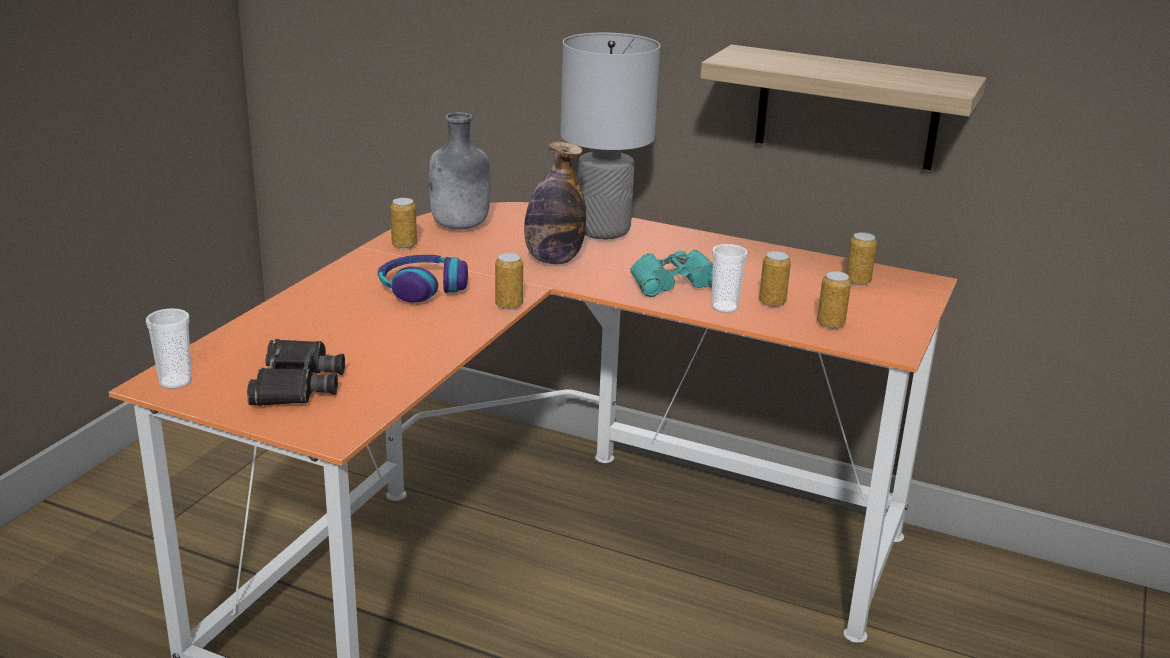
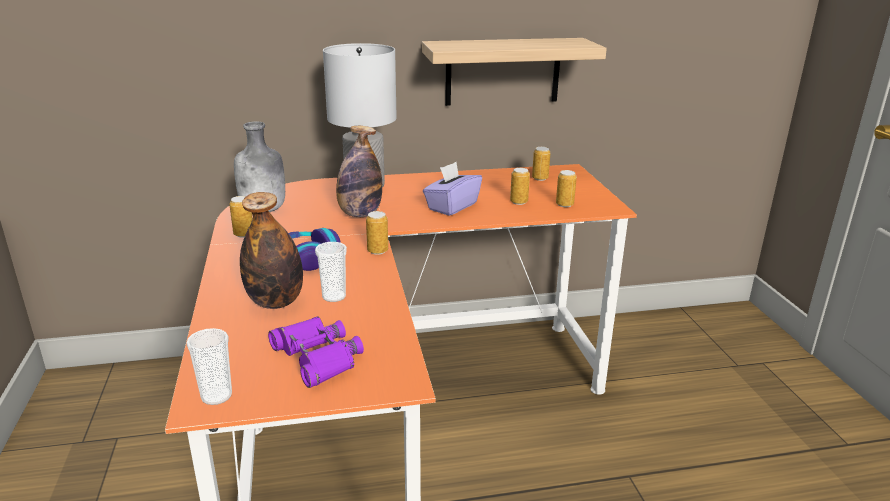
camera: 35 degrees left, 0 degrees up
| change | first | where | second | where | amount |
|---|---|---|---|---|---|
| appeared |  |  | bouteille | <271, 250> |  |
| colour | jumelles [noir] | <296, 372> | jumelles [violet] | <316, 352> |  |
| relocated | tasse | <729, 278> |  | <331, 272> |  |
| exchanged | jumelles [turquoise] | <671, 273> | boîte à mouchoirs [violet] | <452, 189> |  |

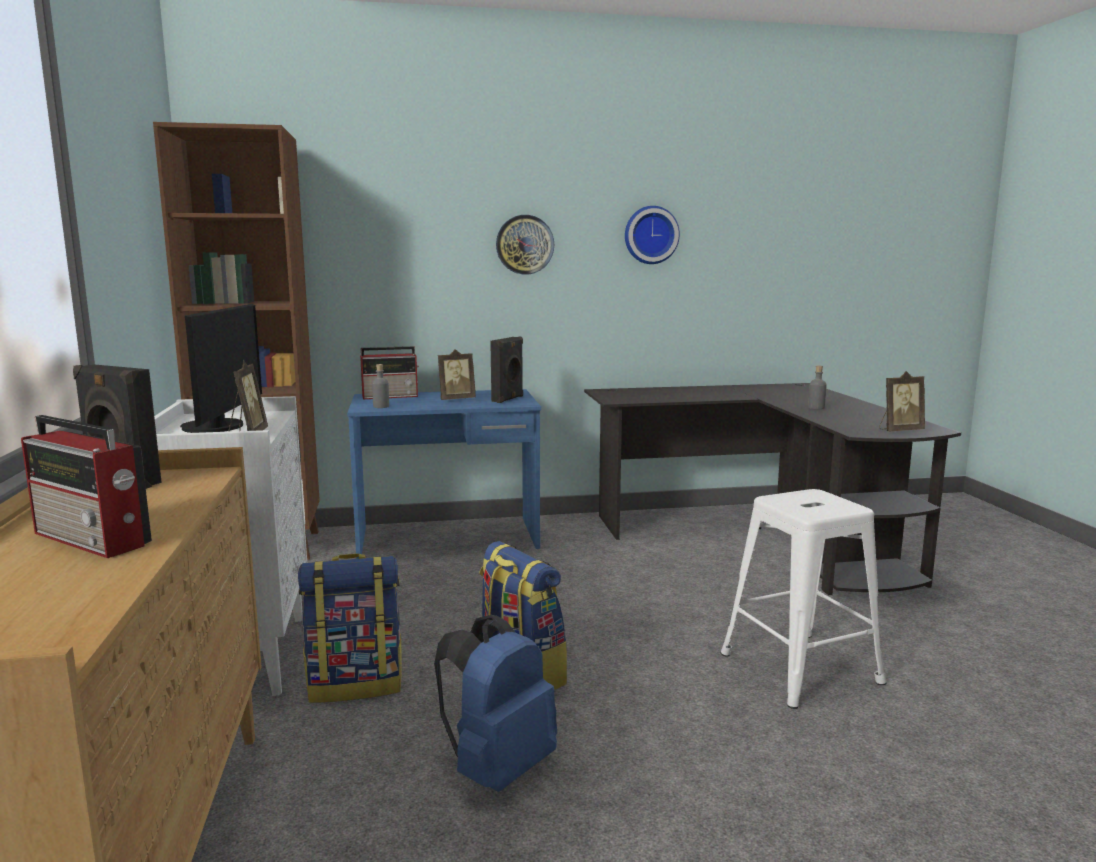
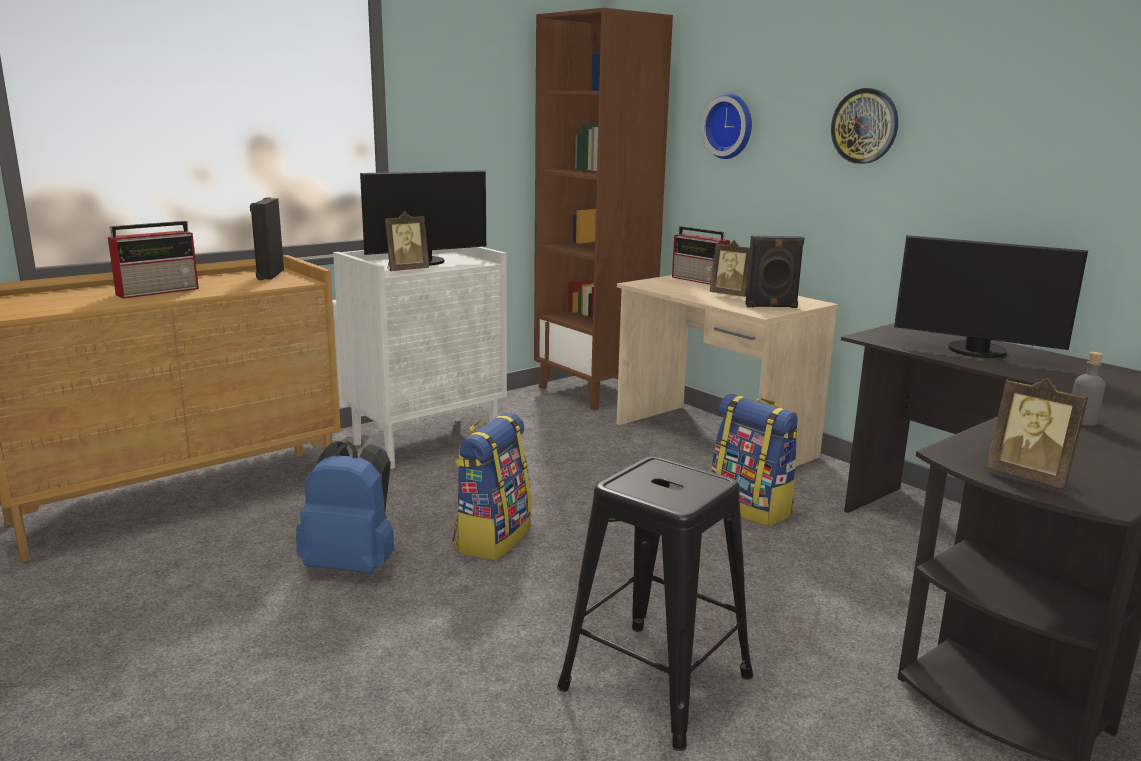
camera: 60 degrees right, 5 degrees up
| change | first | where | second | where | amount |
|---|---|---|---|---|---|
| spun | radio | <86, 486> |  | <153, 260> | 135 degrees counterclockwise |
| colour | tabouret [blanc] | <803, 599> | tabouret [noir] | <655, 603> |  |
| colour | bureau [bleu] | <444, 474> | bureau [beige] | <727, 371> |  |
| relocated | horloge murale | <652, 235> |  | <726, 126> |  |
| relocated | sac à dos | <350, 628> |  | <755, 460> |  |
| appeared |  |  | écran d'ordinateur | <991, 296> |  |
| missing | bouteille [gris] | <380, 386> |  |  |  |

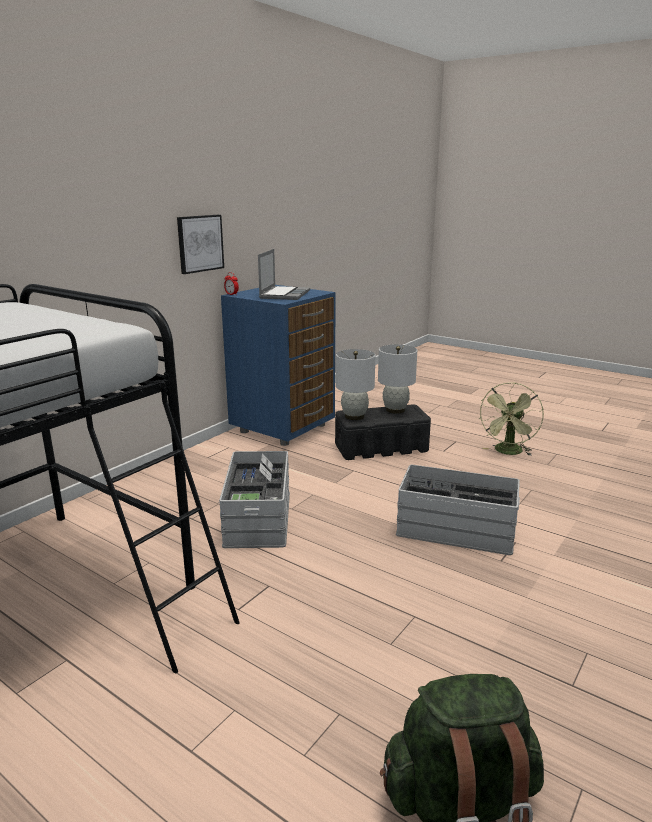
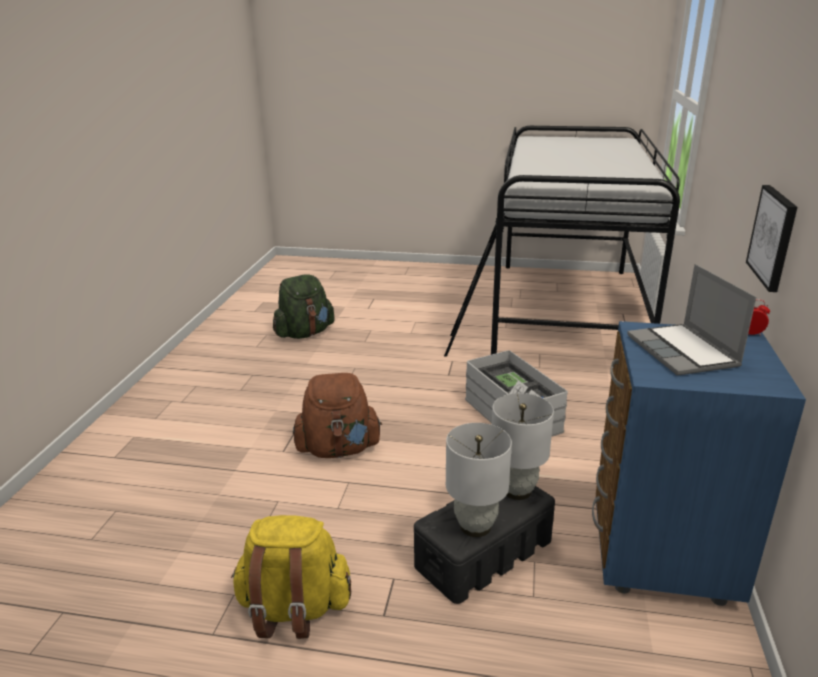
camera: 155 degrees right, 5 degrees up
| change | first | where | second | where | amount |
|---|---|---|---|---|---|
| exchanged | ventilateur [vert] | <511, 419> | sac à dos [jaune] | <291, 577> |  |
| exchanged | boîte de rangement [gris] | <458, 510> | sac à dos [marron] | <337, 415> |  |

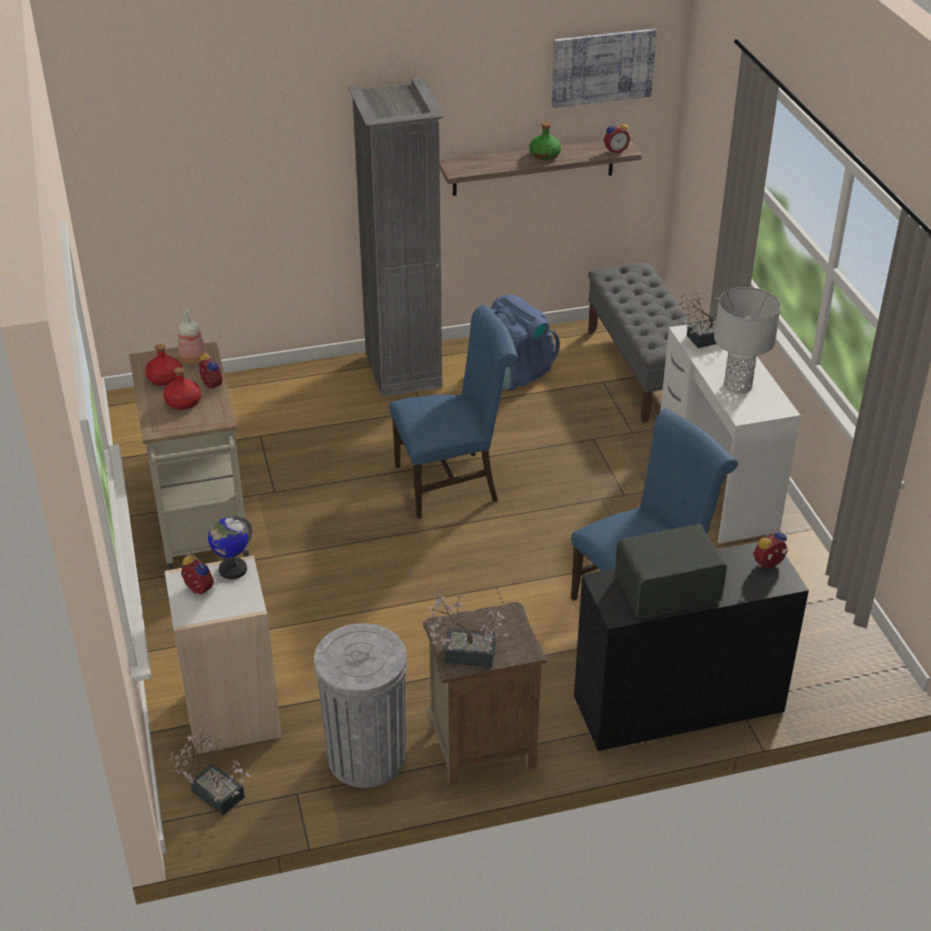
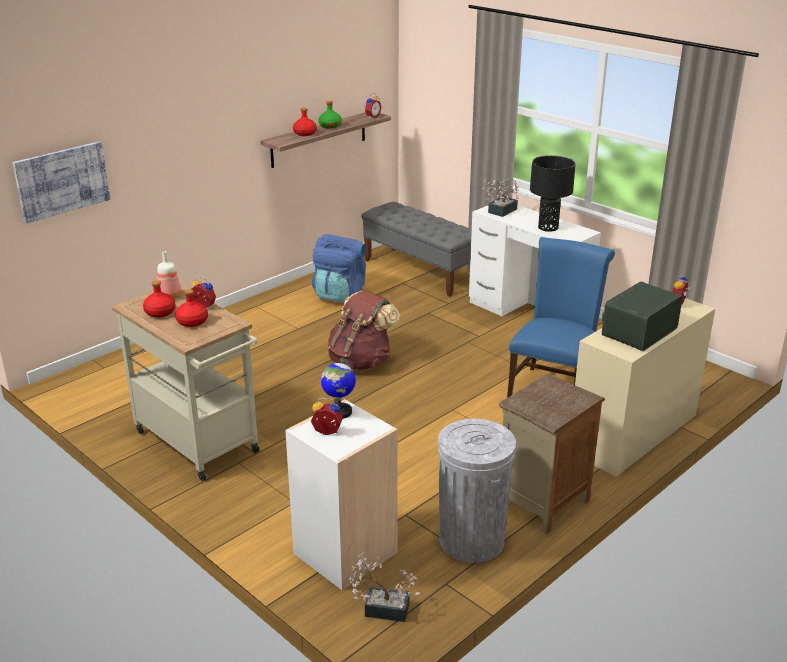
camera: 30 degrees left, 10 degrees down
| change | first | where | second | where | amount |
|---|---|---|---|---|---|
| relocated | tableau | <604, 68> |  | <61, 182> |  |
| appeared |  |  | bouteille [rouge] | <305, 122> |  |
| exchanged | chaise [bleu] | <453, 412> | sac à dos [marron] | <364, 330> |  |
| colour | lampe de table [blanc] | <747, 340> | lampe de table [noir] | <553, 193> |  |
| colour | bureau [noir] | <691, 646> | bureau [beige] | <645, 387> |  |
| missing | meuble de rangement [gris] | <396, 237> |  |  |  |
| missing | plante en pot | <466, 628> |  |  |  |

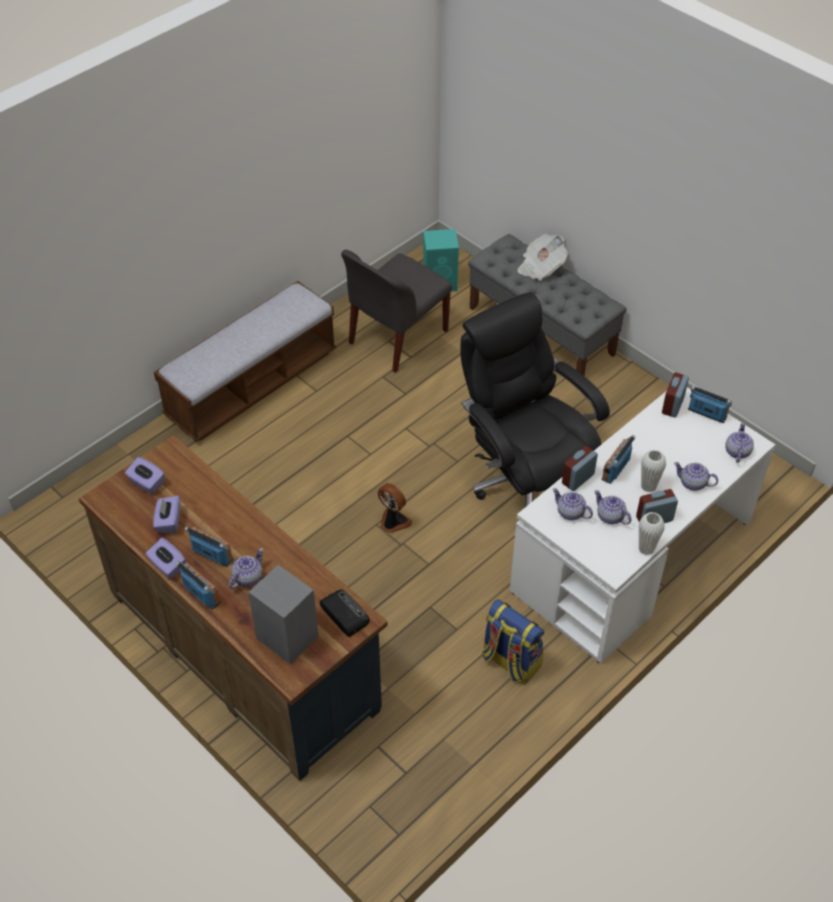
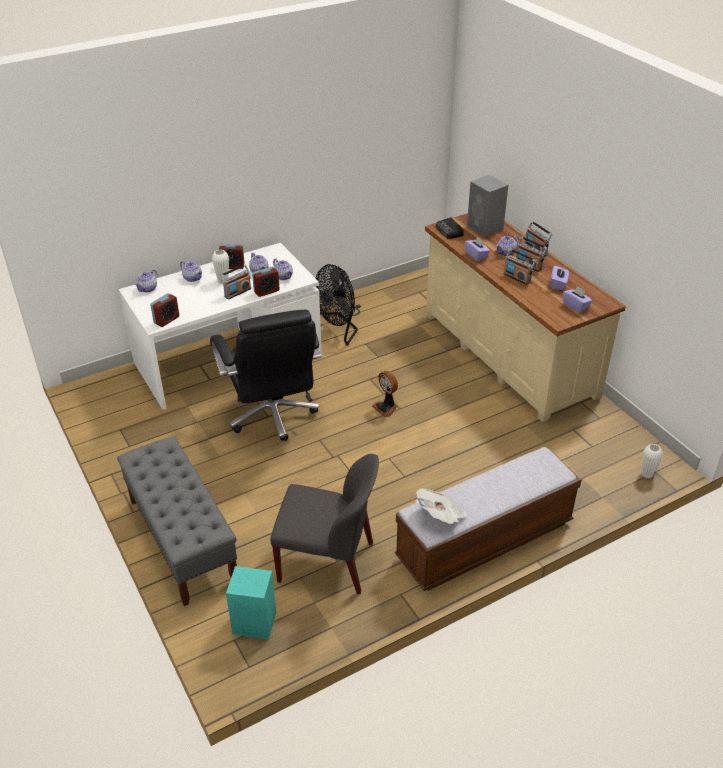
camera: 165 degrees left, 10 degrees down
| change | first | where | second | where | amount |
|---|---|---|---|---|---|
| spun | chaise [gris] | <396, 311> |  | <324, 524> | 45 degrees clockwise |
| exchanged | sac à dos | <513, 642> | ventilateur [noir] | <338, 305> |  |
| relocated | journal | <542, 257> |  | <441, 506> |  |
| colour | commode [bleu] | <233, 608> | commode [beige] | <525, 317> |  |
| relocated | boîte à mouchoirs [violet] | <166, 558> |  | <477, 248> |  |
| relocated | radio | <710, 404> |  | <520, 267> |  |
| relocated | vase [blanc] | <652, 533> |  | <652, 461> |  |

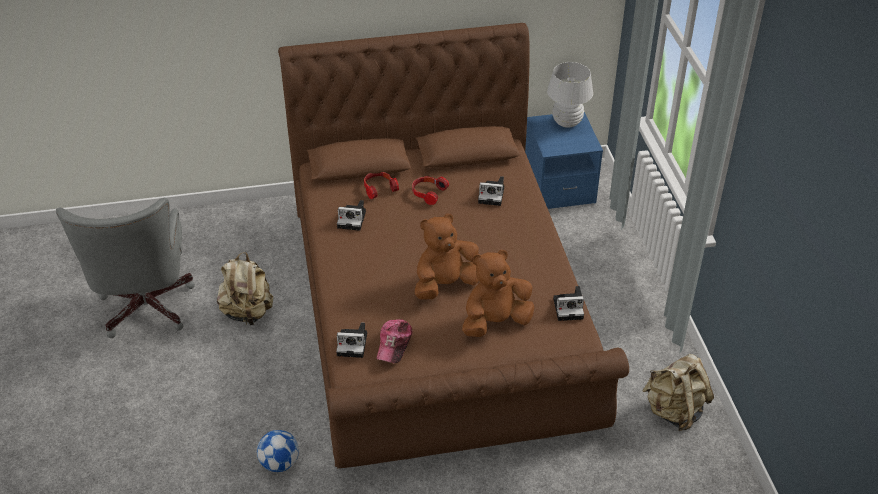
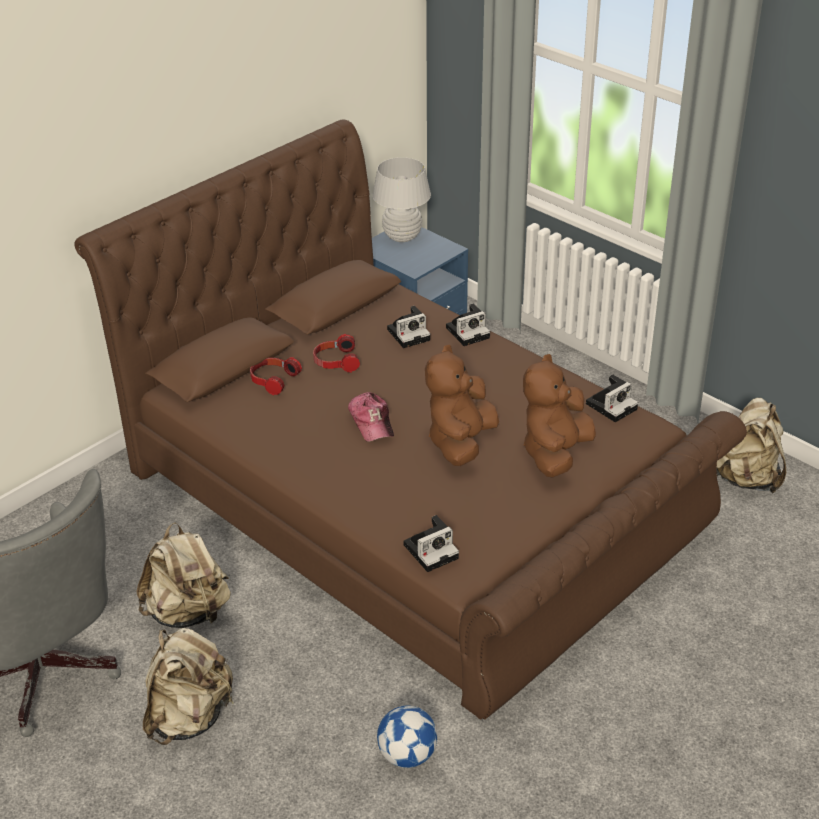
camera: 35 degrees left, 5 degrees down
| change | first | where | second | where | amount |
|---|---|---|---|---|---|
| appeared |  |  | sac à dos [beige] | <188, 686> |  |
| relocated | casquette | <394, 341> |  | <371, 417> |  |
| relocated | appareil photo | <351, 215> |  | <468, 325> |  |

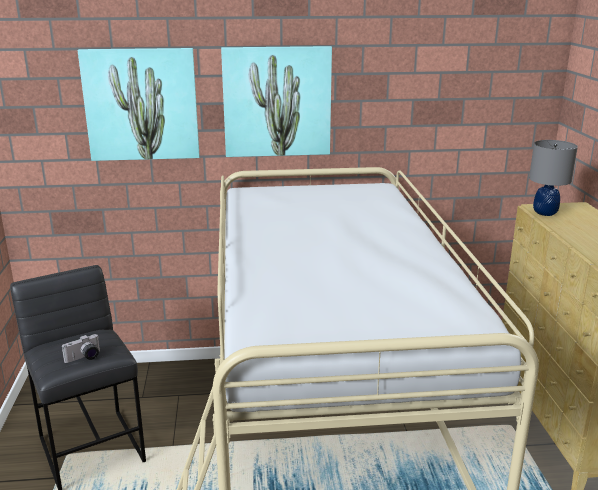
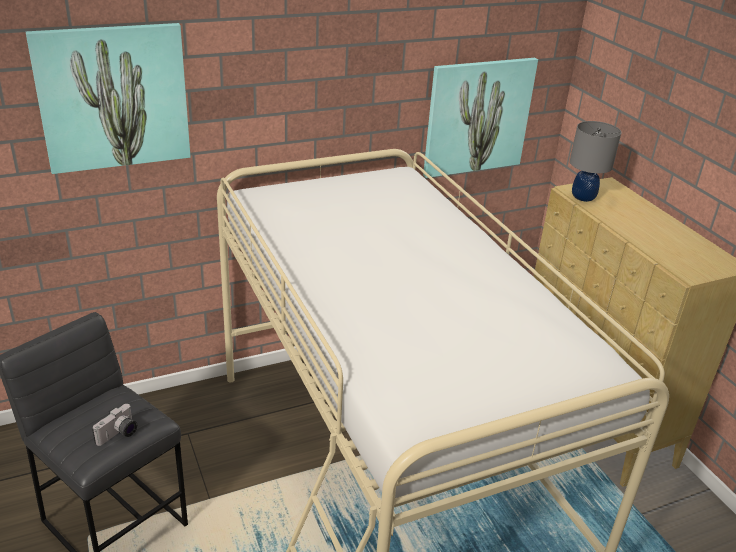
camera: 20 degrees left, 10 degrees up
| change | first | where | second | where | amount |
|---|---|---|---|---|---|
| relocated | tableau | <276, 101> |  | <480, 118> |  |

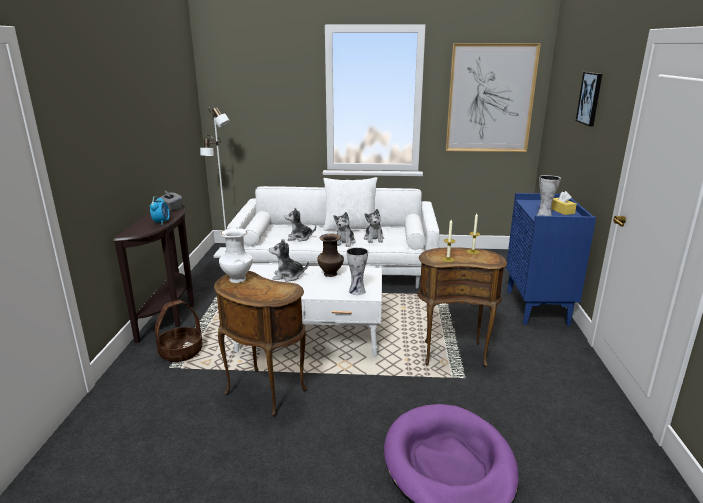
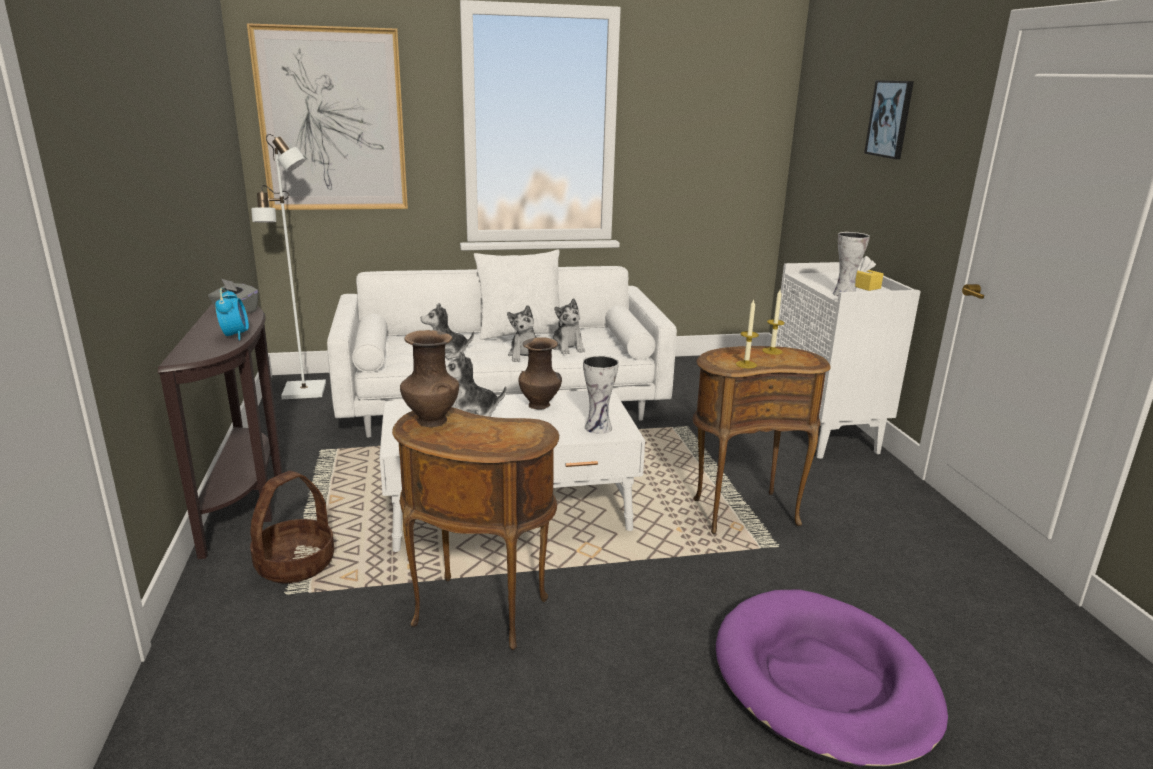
camera: 15 degrees left, 0 degrees up
| change | first | where | second | where | amount |
|---|---|---|---|---|---|
| relocated | tableau | <493, 97> |  | <327, 116> |  |
| colour | vase [blanc] | <236, 255> | vase [marron] | <429, 378> |  |
| colour | meuble de rangement [bleu] | <551, 259> | meuble de rangement [blanc] | <848, 360> |  |

